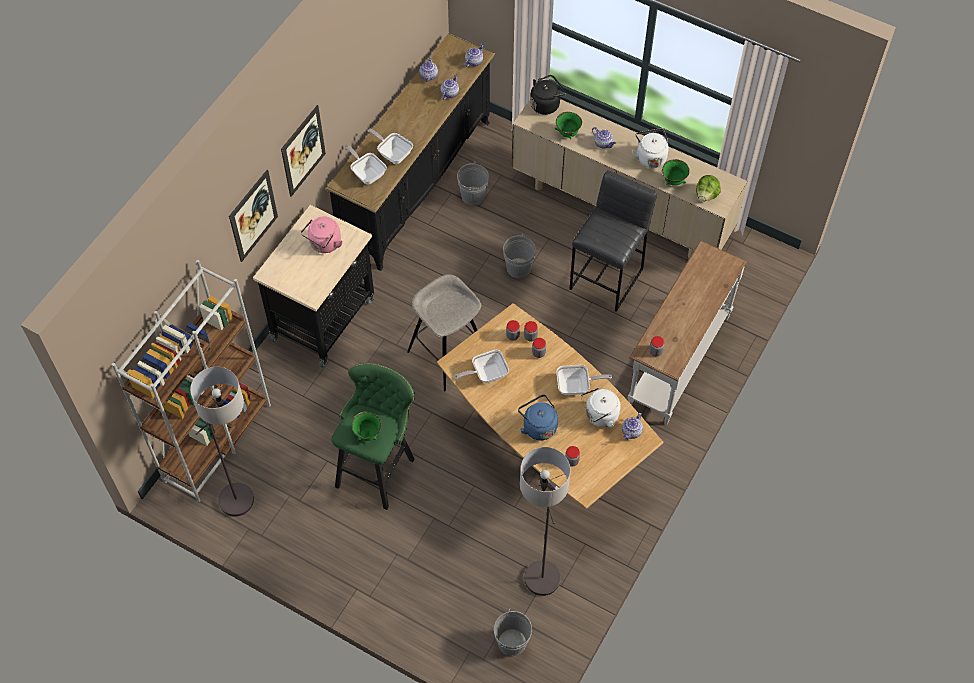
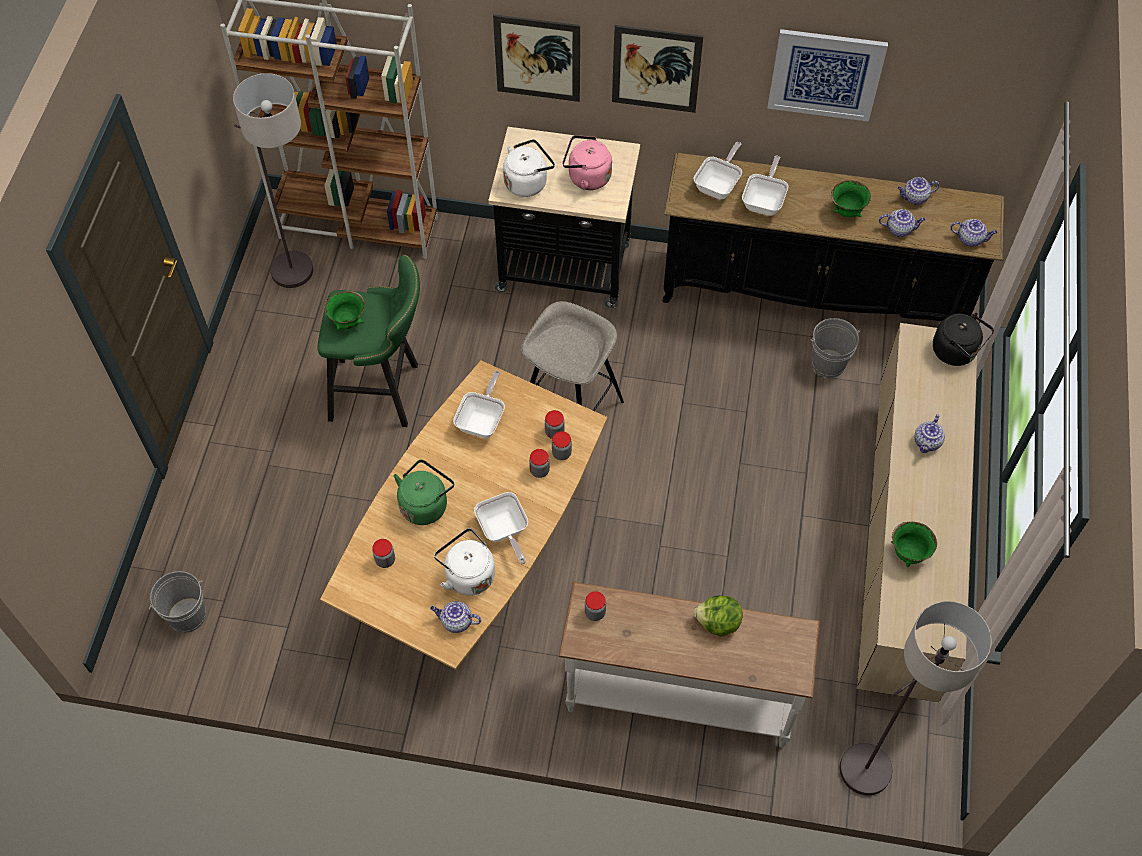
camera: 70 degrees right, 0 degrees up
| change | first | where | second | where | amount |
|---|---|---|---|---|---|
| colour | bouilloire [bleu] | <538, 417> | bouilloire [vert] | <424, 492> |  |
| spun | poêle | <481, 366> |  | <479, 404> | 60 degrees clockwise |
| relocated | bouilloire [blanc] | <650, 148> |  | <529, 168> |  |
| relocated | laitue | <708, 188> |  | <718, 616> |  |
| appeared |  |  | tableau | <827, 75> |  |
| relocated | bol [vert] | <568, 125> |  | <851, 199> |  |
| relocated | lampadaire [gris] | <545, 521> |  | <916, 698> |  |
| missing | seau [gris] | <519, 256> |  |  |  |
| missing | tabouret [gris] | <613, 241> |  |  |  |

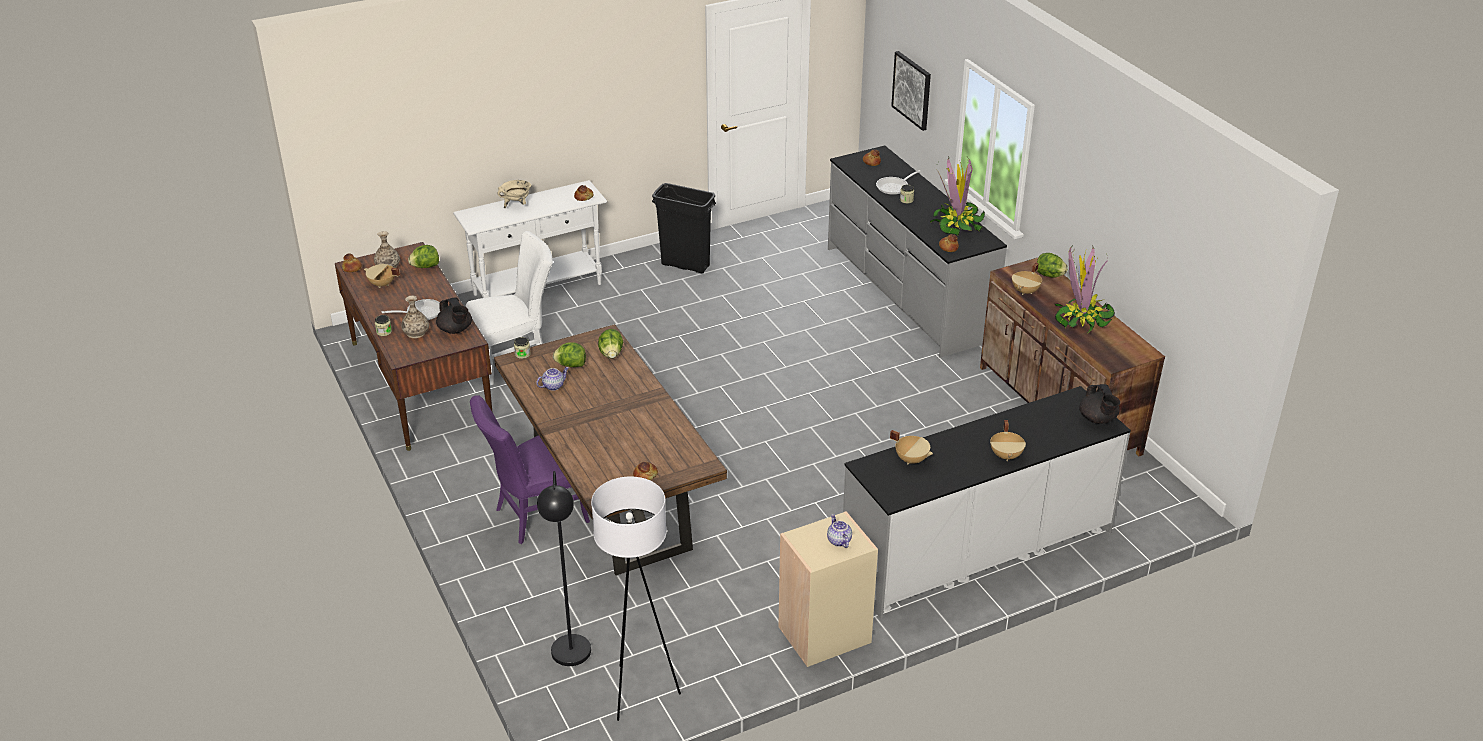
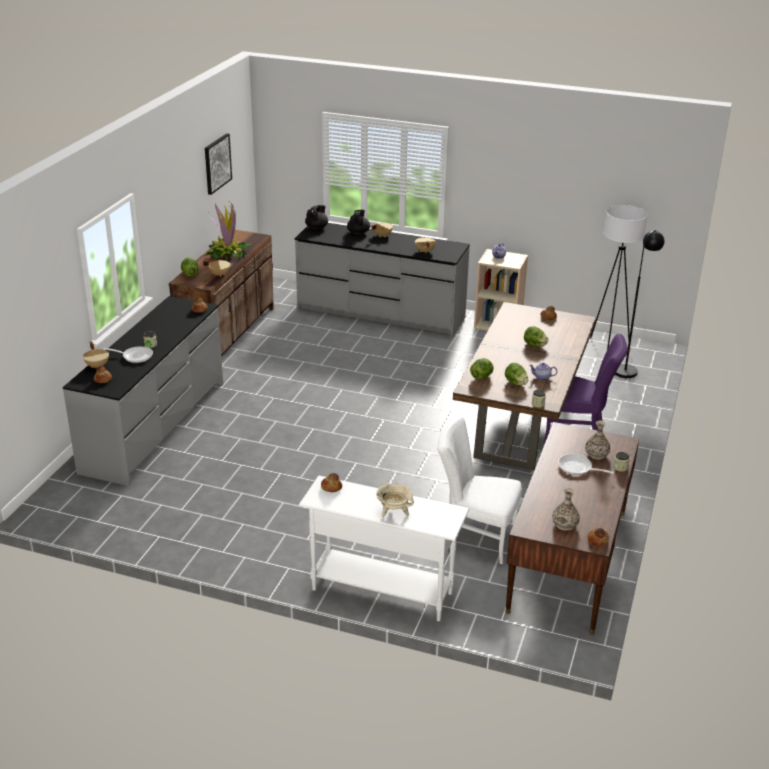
camera: 135 degrees left, 5 degrees down
| change | first | where | second | where | amount |
|---|---|---|---|---|---|
| relocated | marmite [beige] | <382, 276> |  | <96, 354> |  |
| relocated | tableau | <911, 91> |  | <218, 164> |  |
| relocated | théière [noir] | <454, 316> |  | <358, 222> |  |
| relocated | laitue | <423, 256> |  | <536, 336> |  |
| missing | poubelle [noir] | <684, 228> |  |  |  |
| missing | plante en pot | <957, 196> |  |  |  |

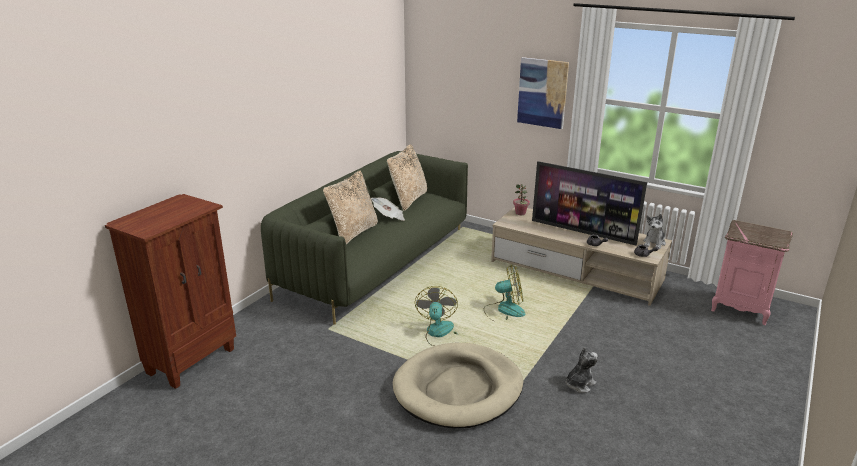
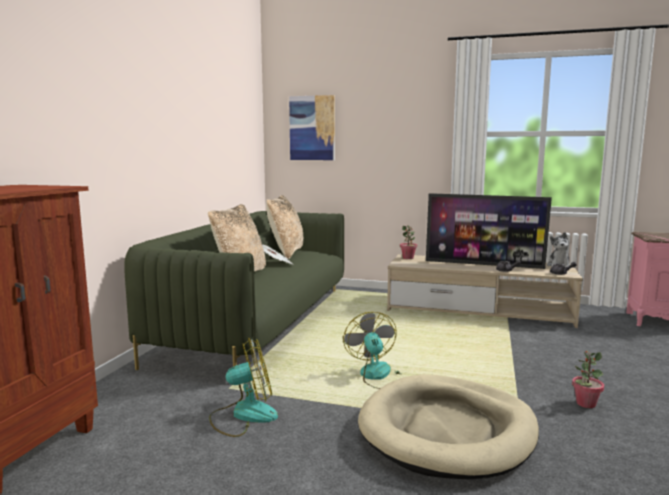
camera: 15 degrees left, 15 degrees down
| change | first | where | second | where | amount |
|---|---|---|---|---|---|
| relocated | ventilateur | <505, 292> |  | <243, 387> |  |
| relocated | tableau | <543, 93> |  | <312, 127> |  |
| exchanged | peluche | <582, 370> | plante en pot | <588, 379> |  |

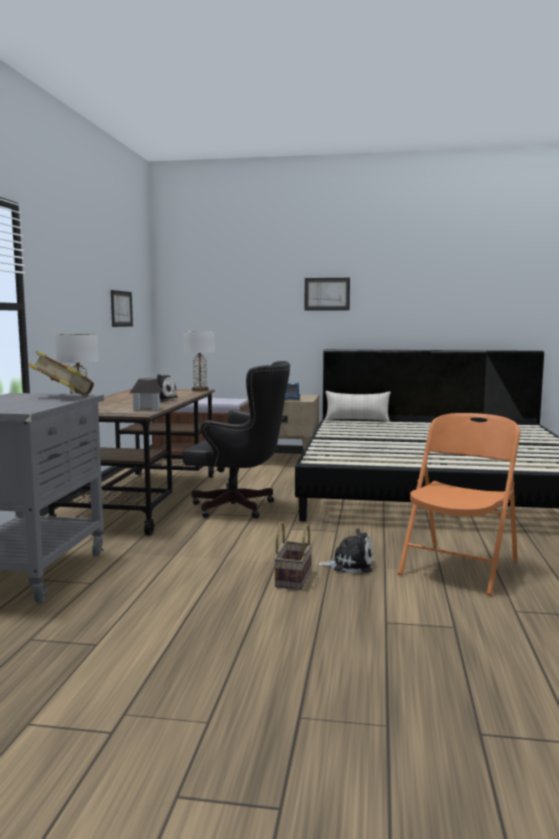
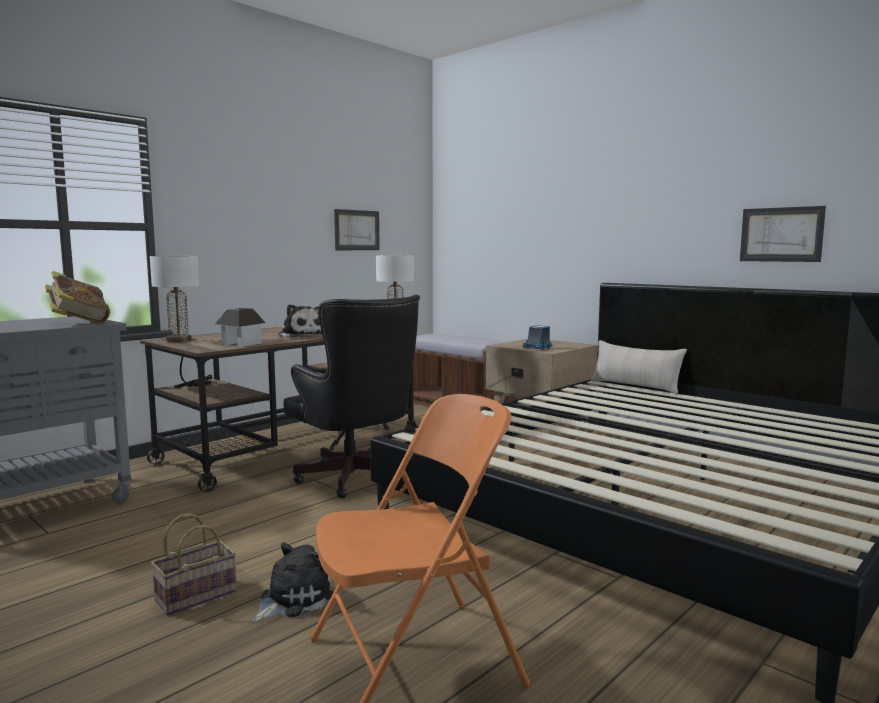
camera: 35 degrees right, 0 degrees up
| change | first | where | second | where | amount |
|---|---|---|---|---|---|
| spun | peluche | <345, 551> |  | <292, 582> | 90 degrees counterclockwise |
| relocated | tableau | <327, 294> |  | <783, 234> |  |

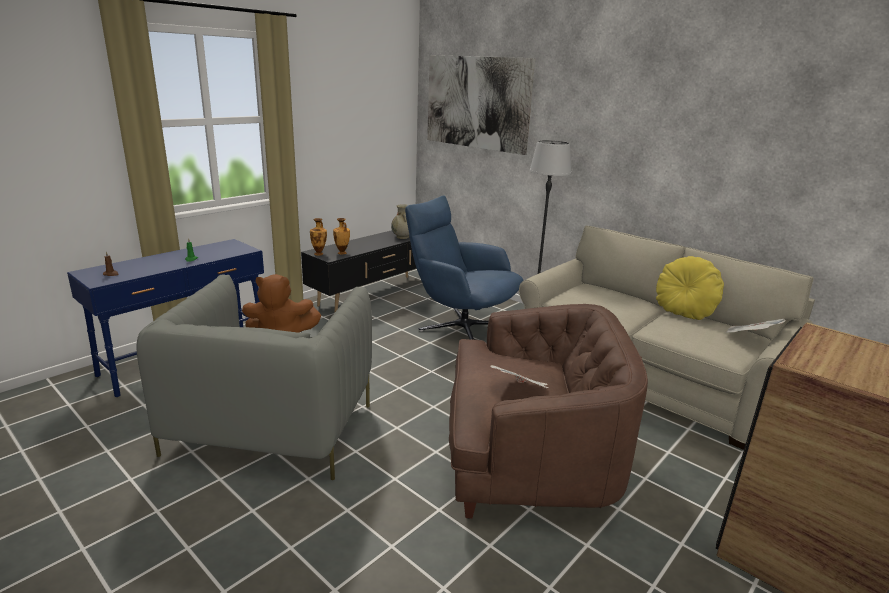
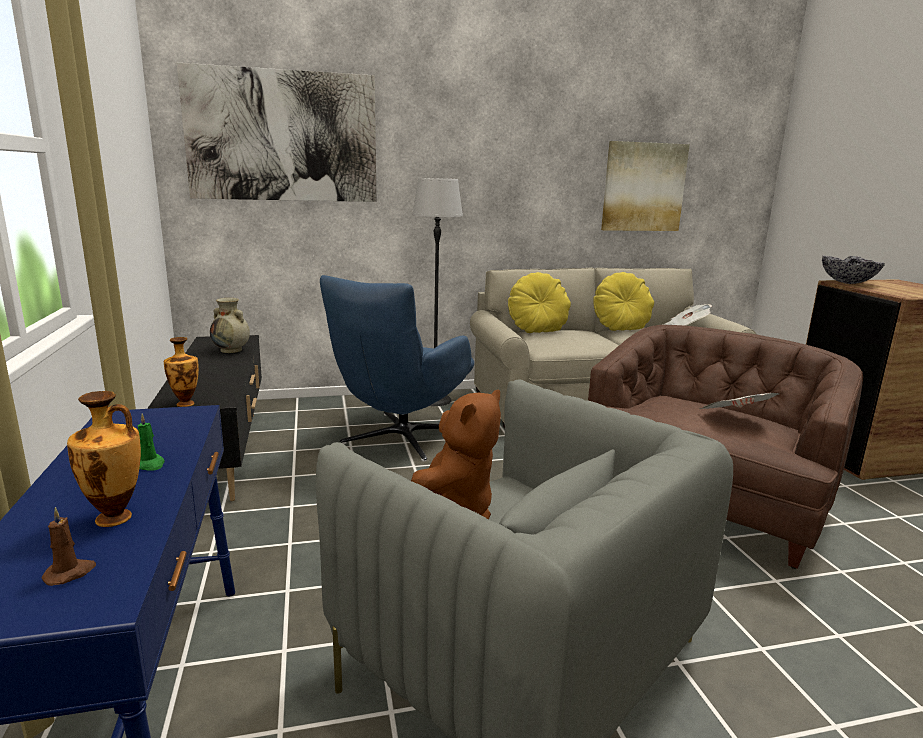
camera: 55 degrees left, 5 degrees down
| change | first | where | second | where | amount |
|---|---|---|---|---|---|
| relocated | vase | <341, 236> |  | <104, 459> |  |
| spun | fauteuil [bleu] | <464, 267> |  | <397, 368> | 45 degrees counterclockwise |
| appeared |  |  | coussin [jaune] | <539, 302> |  |
| appeared |  |  | tableau | <645, 186> |  |
| appeared |  |  | bol | <853, 269> |  |

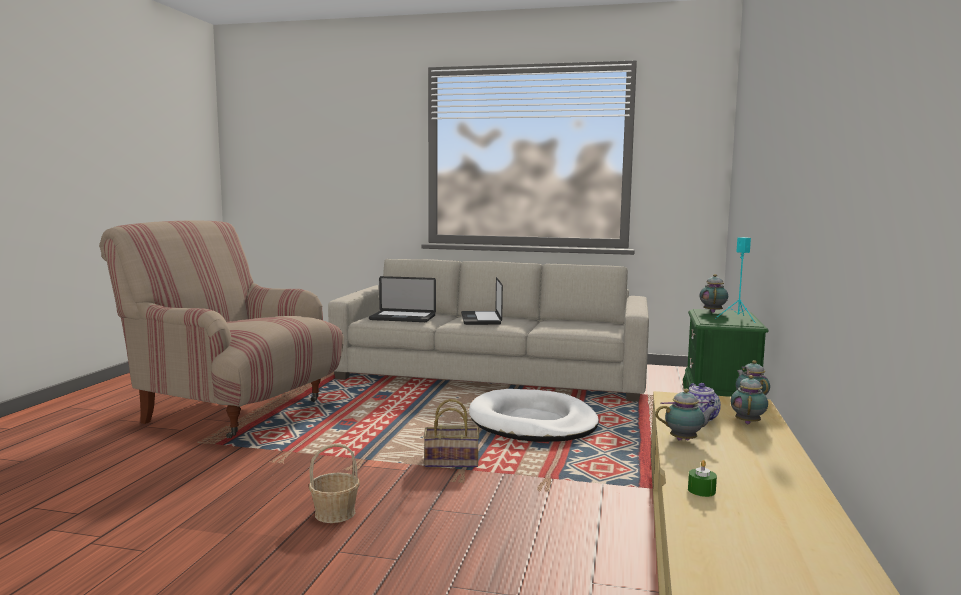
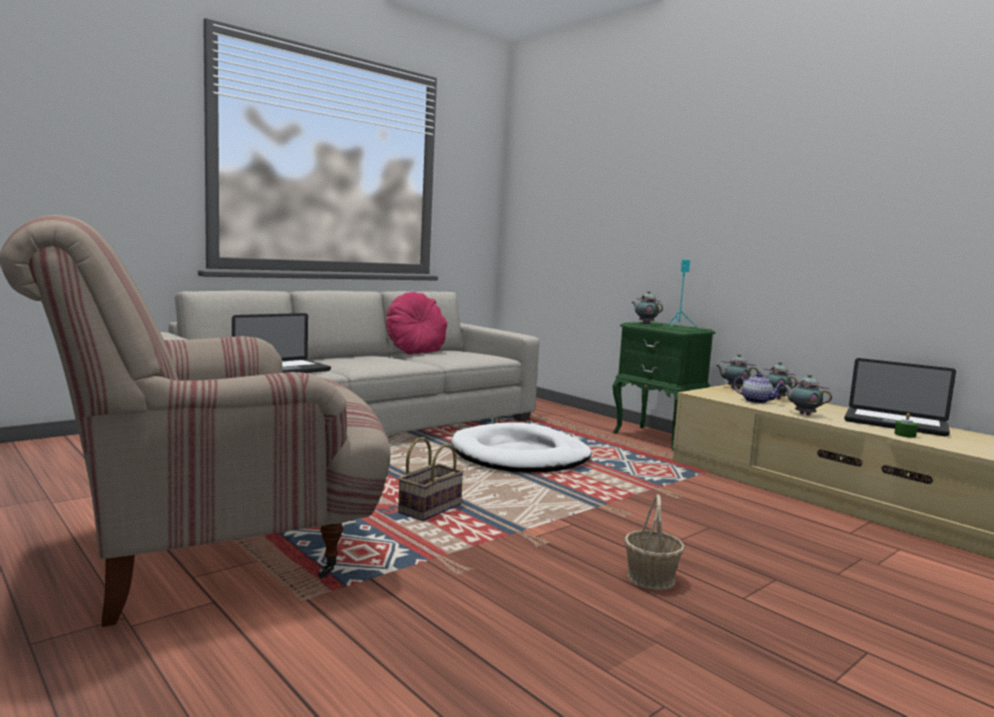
camera: 55 degrees left, 0 degrees up
| change | first | where | second | where | amount |
|---|---|---|---|---|---|
| appeared |  |  | coussin [rose] | <416, 323> |  |
| relocated | panier | <451, 433> |  | <431, 479> |  |
| spun | théière | <686, 415> |  | <807, 395> | 75 degrees counterclockwise |
| relocated | ordinateur portable | <482, 301> |  | <900, 397> |  |

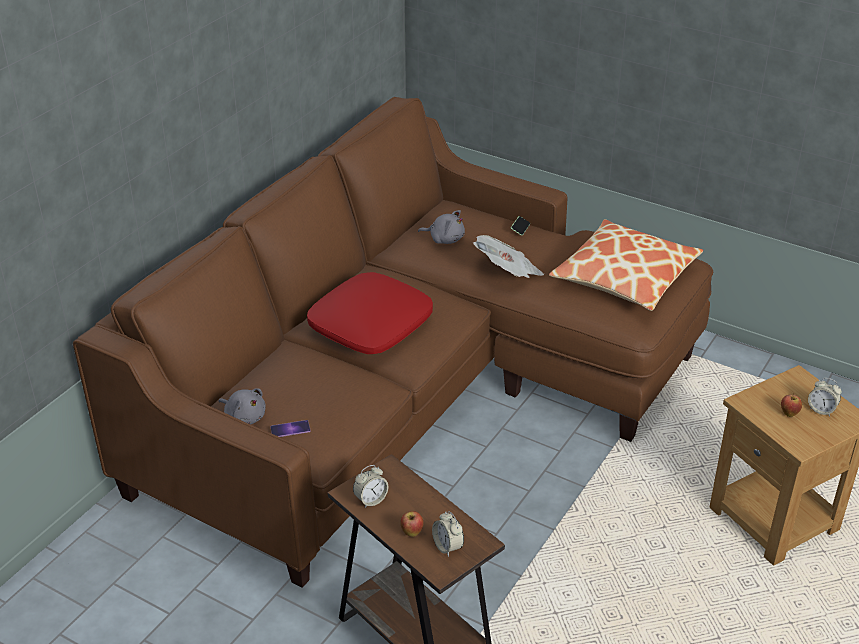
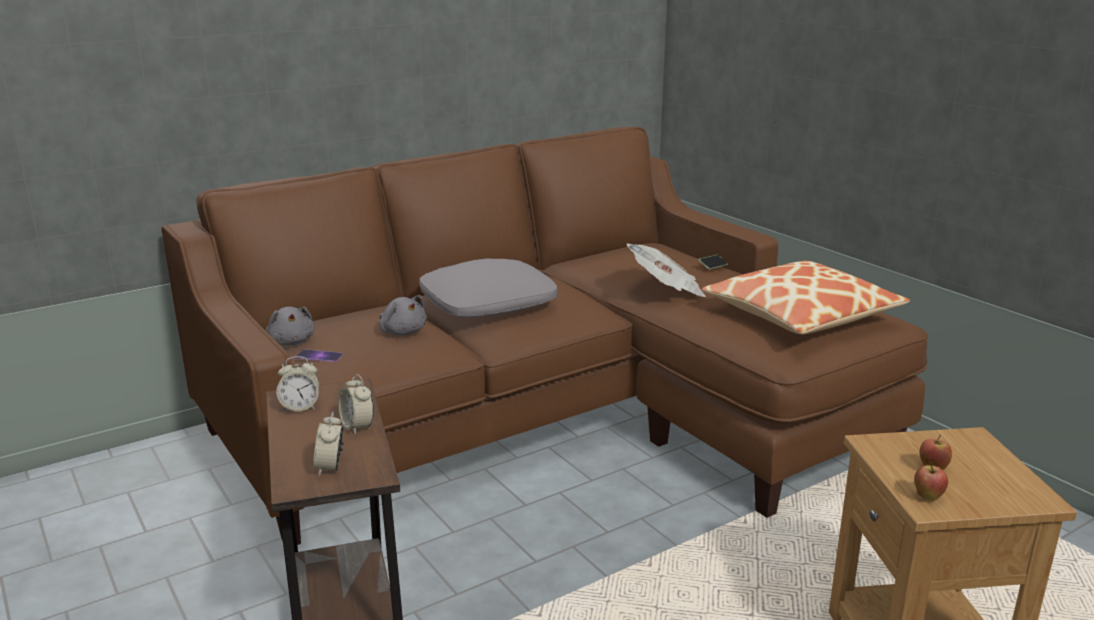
camera: 25 degrees right, 15 degrees down
| change | first | where | second | where | amount |
|---|---|---|---|---|---|
| relocated | réveil | <825, 397> |  | <356, 404> |  |
| relocated | peluche [gris] | <441, 227> |  | <403, 315> |  |
| colour | coussin [rouge] | <370, 313> | coussin [gris] | <488, 288> |  |
| relocated | pomme | <412, 524> |  | <931, 483> |  |

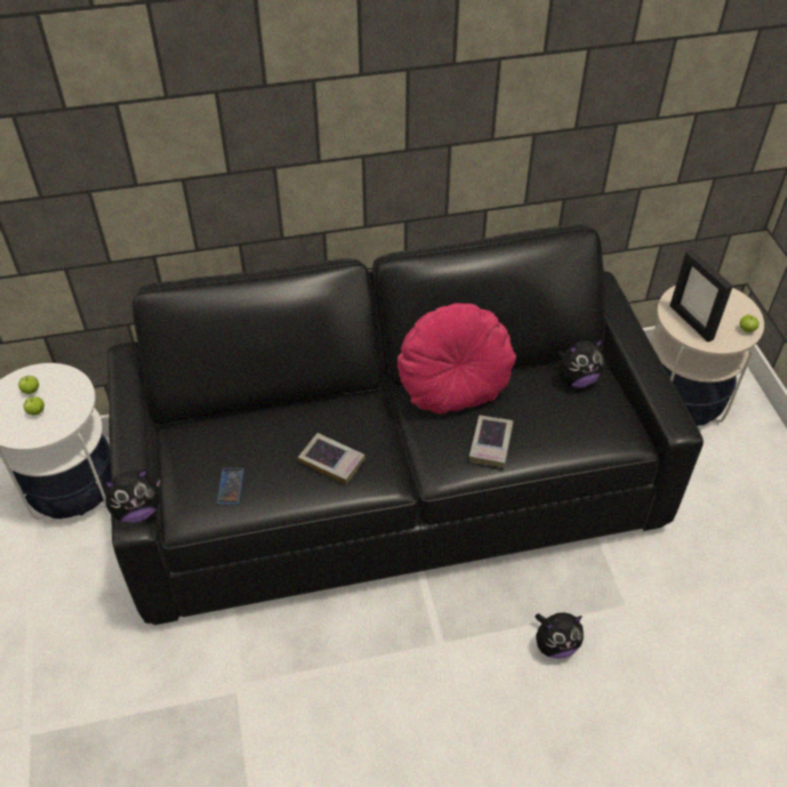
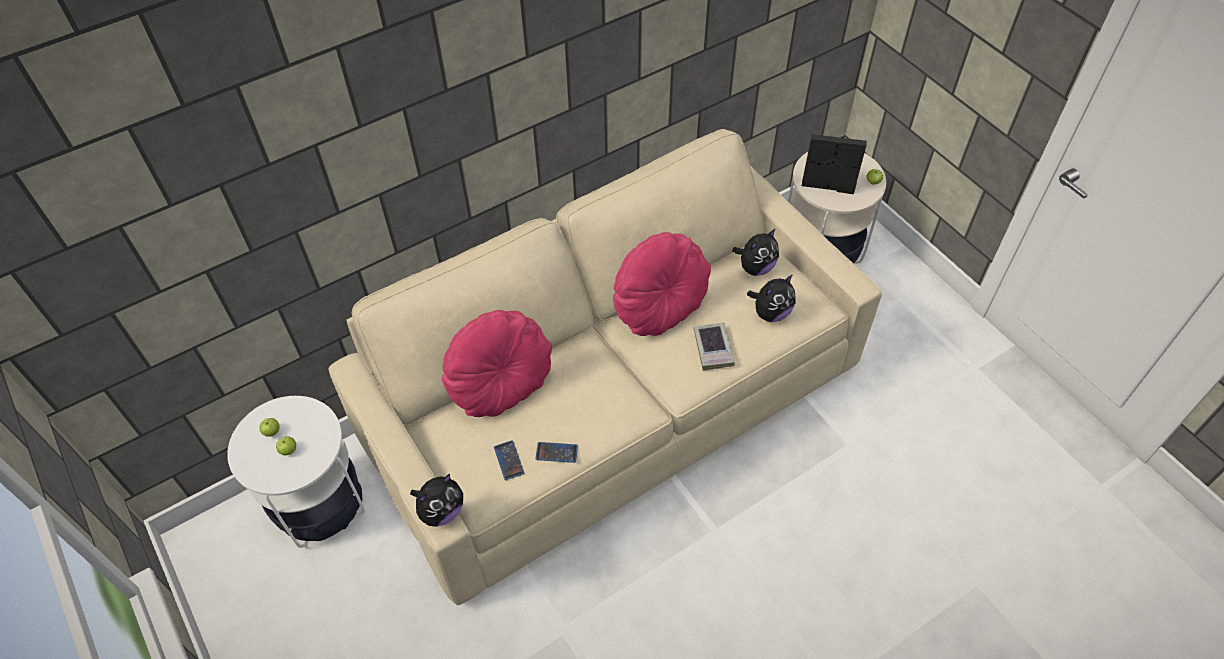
camera: 20 degrees left, 5 degrees up
| change | first | where | second | where | amount |
|---|---|---|---|---|---|
| colour | canapé [noir] | <405, 424> | canapé [beige] | <605, 367> |  |
| appeared |  |  | coussin [rose] | <497, 363> |  |
| appeared |  |  | téléphone | <556, 452> |  |
| relocated | peluche | <559, 636> |  | <771, 298> |  |
| spun | cadre photo | <701, 296> |  | <834, 164> | 150 degrees clockwise |
| missing | livre | <331, 459> |  |  |  |

